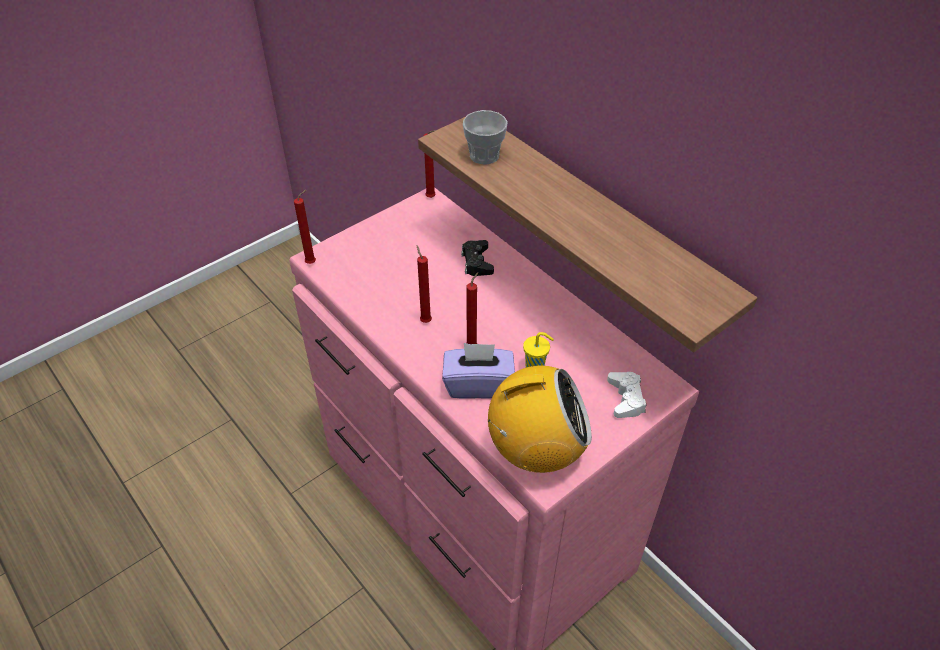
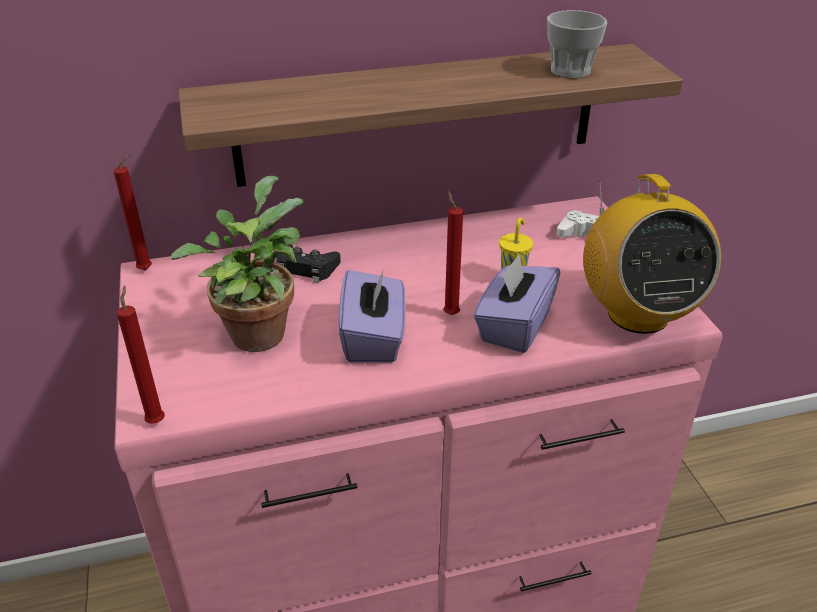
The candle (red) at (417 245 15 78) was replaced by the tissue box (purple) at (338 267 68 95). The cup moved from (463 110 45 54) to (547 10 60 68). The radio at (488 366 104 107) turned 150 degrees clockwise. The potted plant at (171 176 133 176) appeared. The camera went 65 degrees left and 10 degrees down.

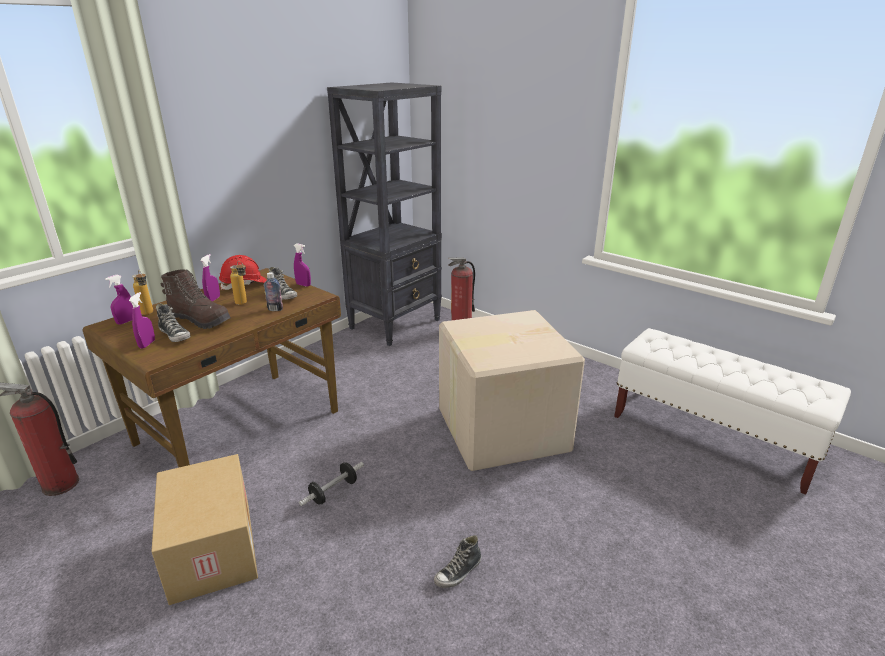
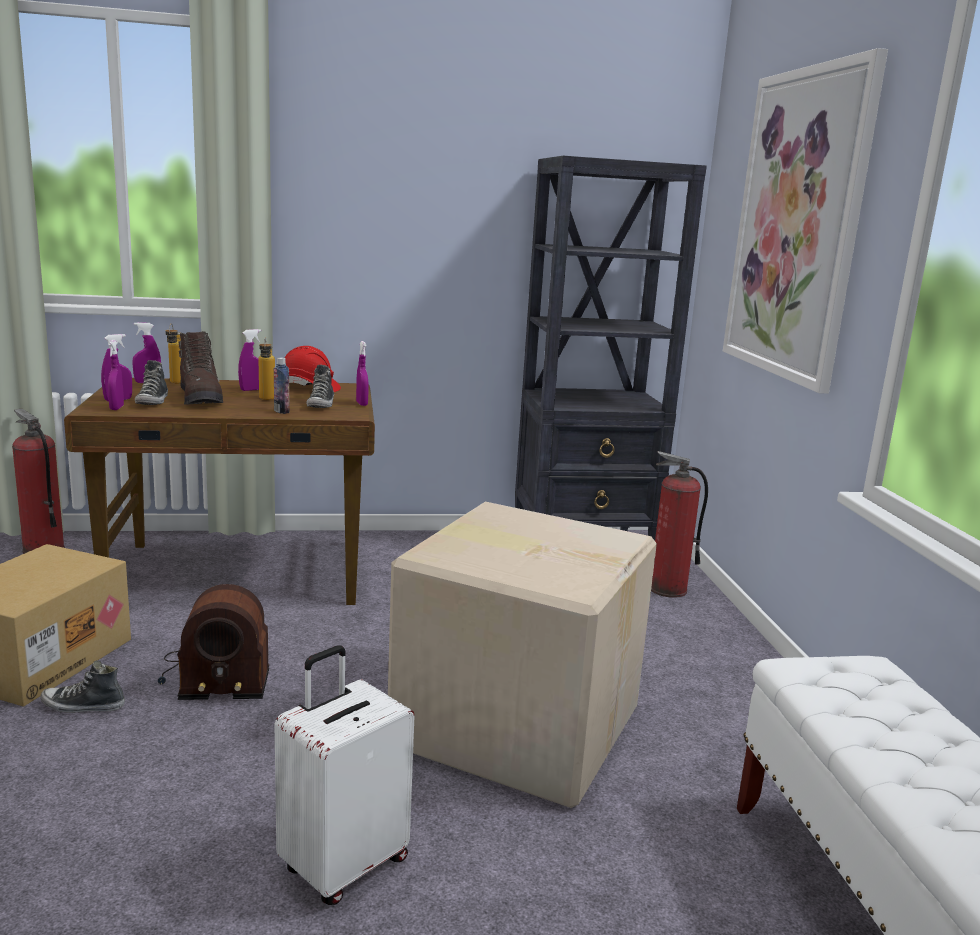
The dumbbell at (299 462 65 44) was replaced by the radio at (158 584 111 116). The shoe moved from (434 535 47 53) to (41 661 84 52). The spray bottle (purple) at (108 340 16 70) appeared. The suitcase (white) at (274 645 141 260) appeared. The picture at (723 48 165 346) appeared. The camera went 40 degrees right and 10 degrees down.

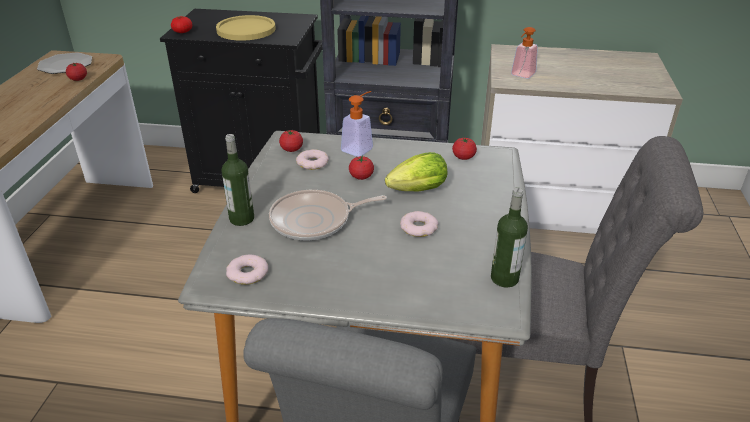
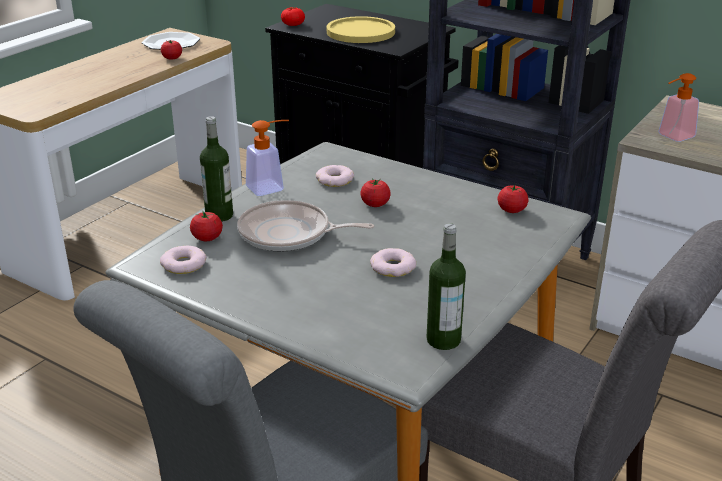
The tomato moved from (279 130 24 22) to (190 210 33 31). The soap dispenser moved from (341 91 32 66) to (246 120 43 76). The lettuce at (385 152 62 39) disappeared. The camera went 25 degrees right and 5 degrees down.

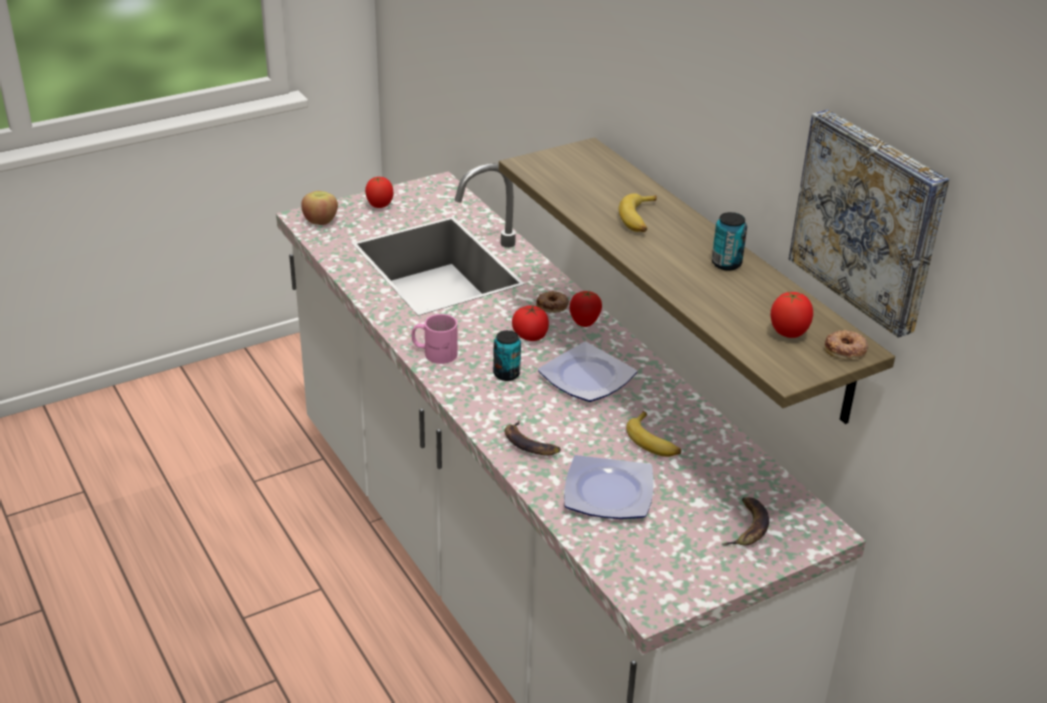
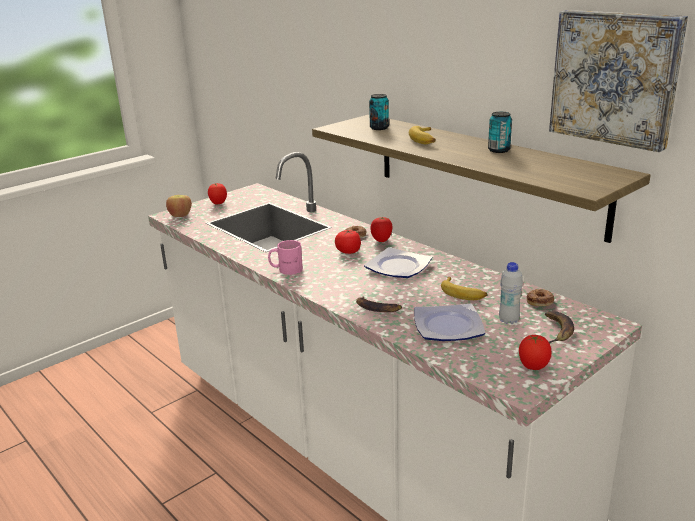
The can moved from (493 330 28 51) to (369 94 20 36). The tomato moved from (771 292 42 46) to (519 335 33 35). The donut moved from (824 330 44 30) to (527 289 27 17). The bottle (white) at (499 262 24 62) appeared. The camera went 10 degrees left and 10 degrees down.

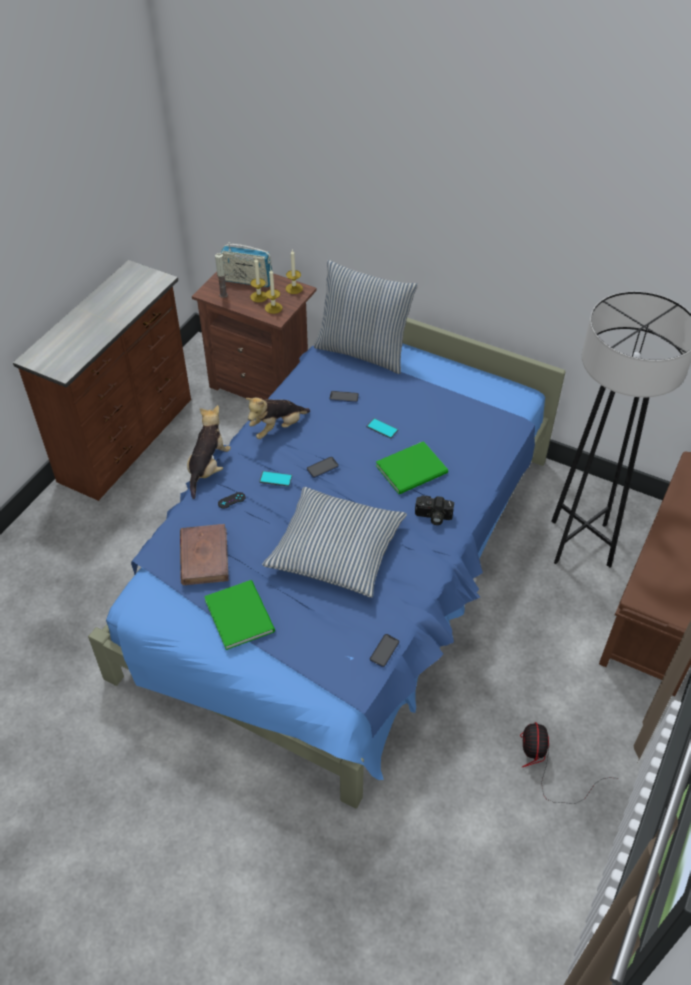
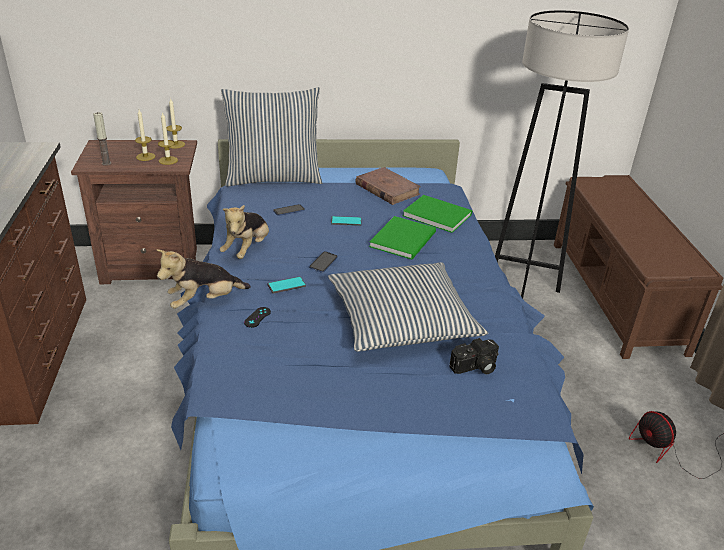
The book (brown) moved from (180 524 49 61) to (355 167 66 38). The plush toy at (187 405 44 94) turned 105 degrees counterclockwise. The book (green) moved from (204 580 71 70) to (403 195 69 38). The radio at (221 242 52 45) disappeared. The phone at (370 634 29 33) disappeared. The photo camera moved from (415 496 39 29) to (449 338 50 36). The camera went 35 degrees left and 15 degrees down.

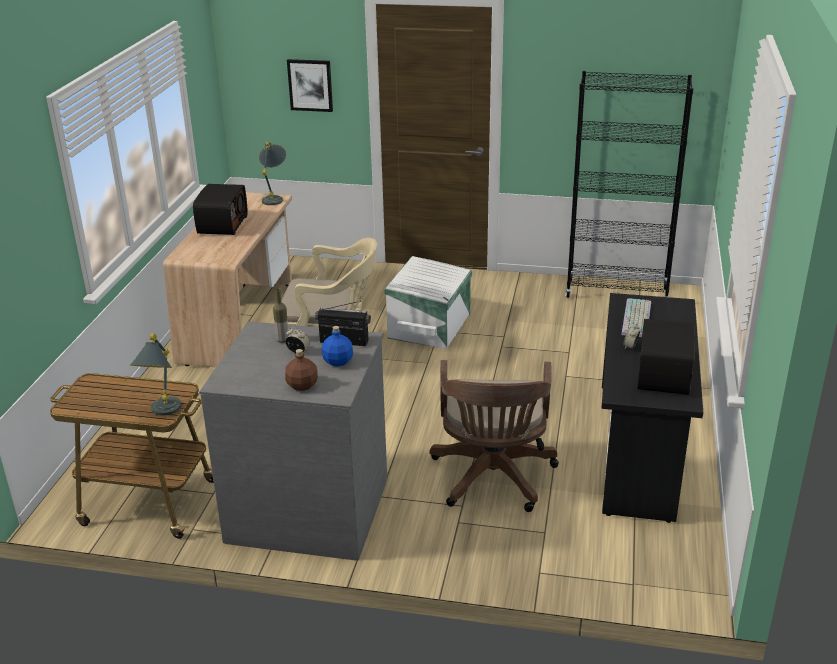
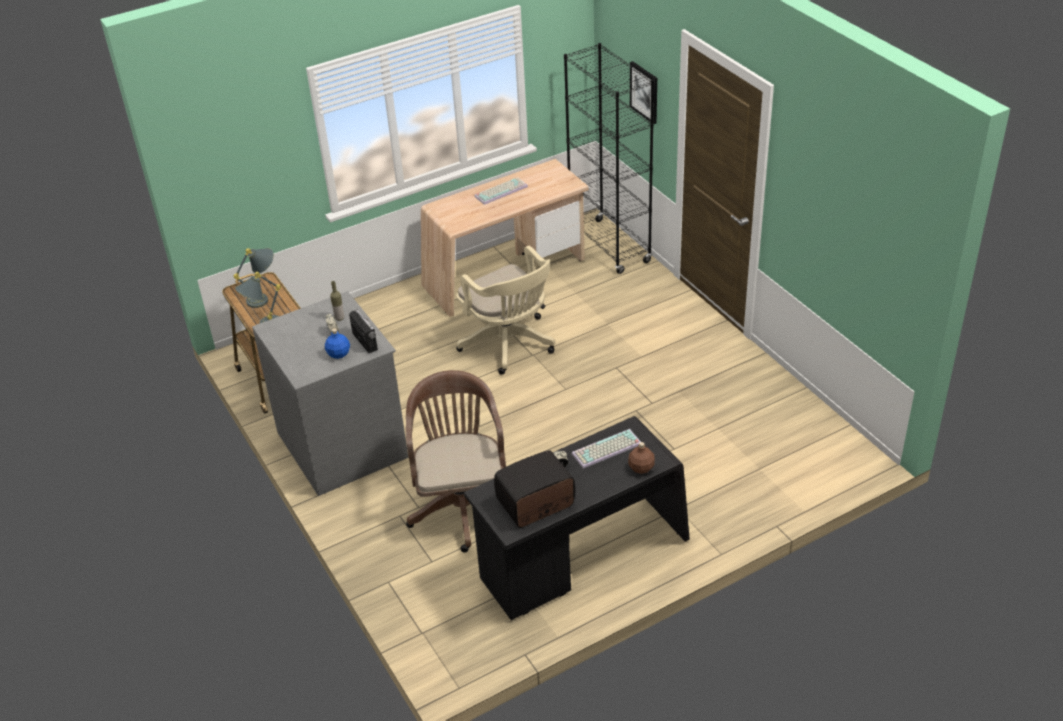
The radio at (193 184 55 51) was replaced by the keyboard at (474 177 54 28). The table lamp (grey) moved from (259 142 27 63) to (233 248 41 60). The bottle (brown) moved from (285 349 33 42) to (628 442 27 32). The storage box (white) at (384 256 88 93) disappeared. The office chair (brown) at (430 360 129 152) turned 120 degrees clockwise. The bookcase (black) moved from (565 71 128 227) to (564 43 90 231). The camera went 50 degrees right and 10 degrees up.

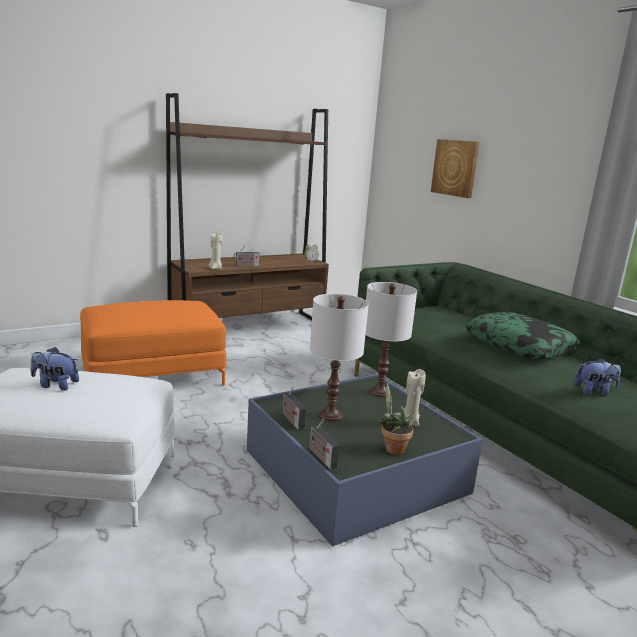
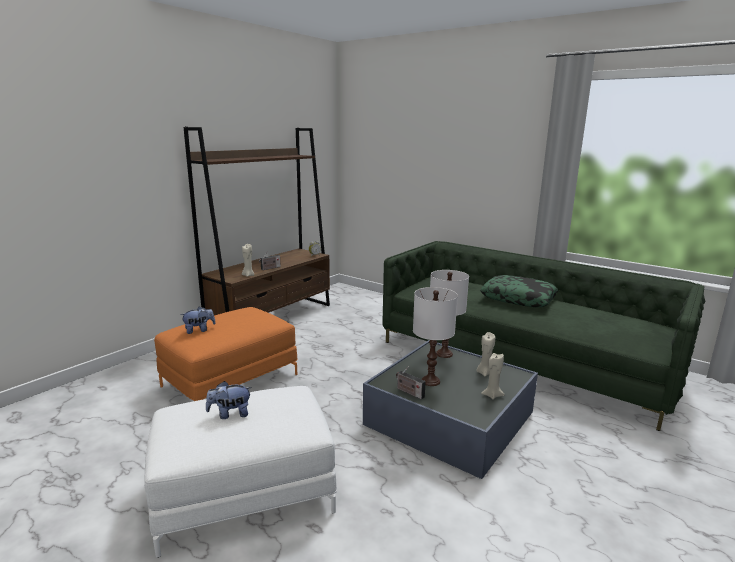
The radio at (310 419 30 51) disappeared. The potted plant at (377 383 38 72) was replaced by the candle (beige) at (481 353 24 47). The picture at (431 139 48 59) disappeared. The plush toy moved from (573 358 48 37) to (181 306 35 28). The camera went 20 degrees left and 0 degrees up.

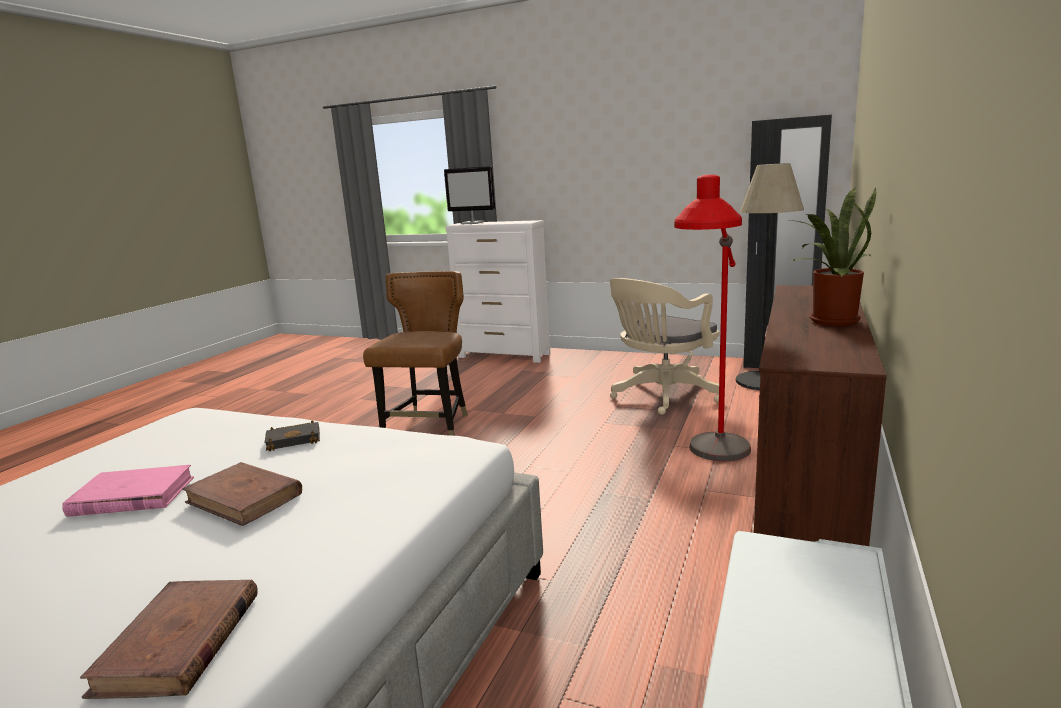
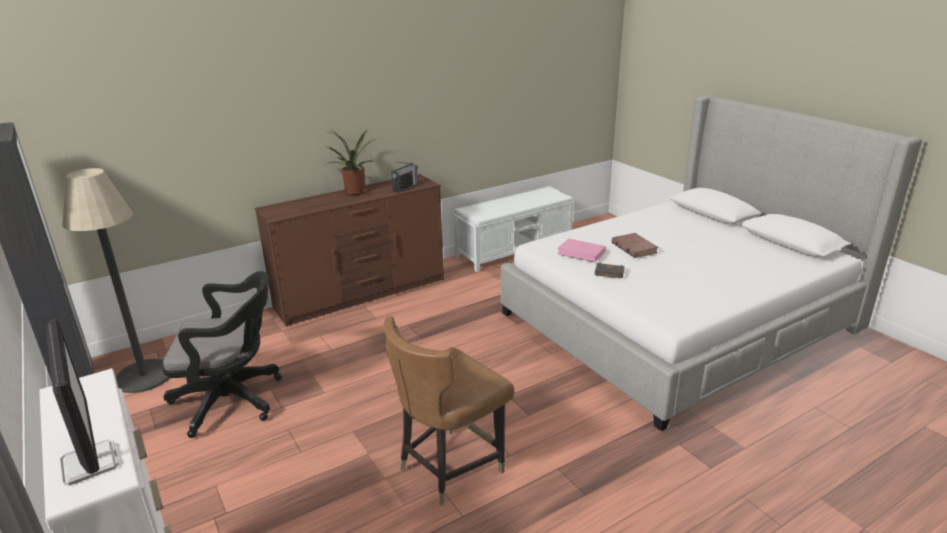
The book (pink) moved from (62 465 132 52) to (557 238 49 24). The book (brown) at (80 580 178 119) disappeared. The office chair (beige) at (610 278 109 137) became the office chair (black) at (163 271 119 167). The floor lamp (red) at (674 174 77 287) disappeared. The radio at (391 162 27 31) appeared. The camera went 145 degrees left and 10 degrees up.

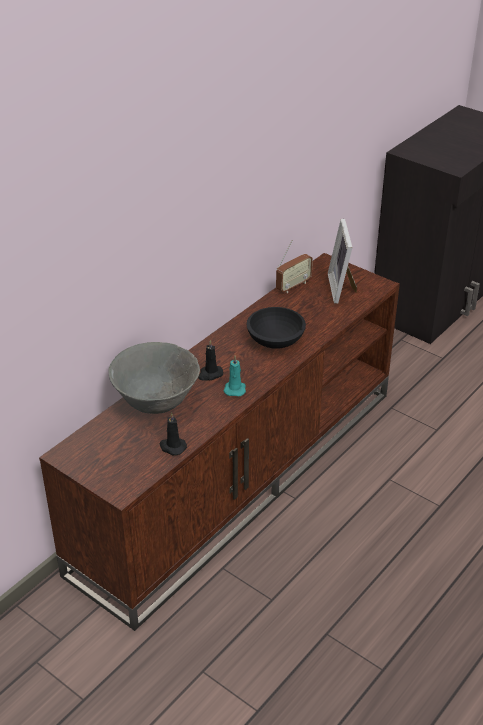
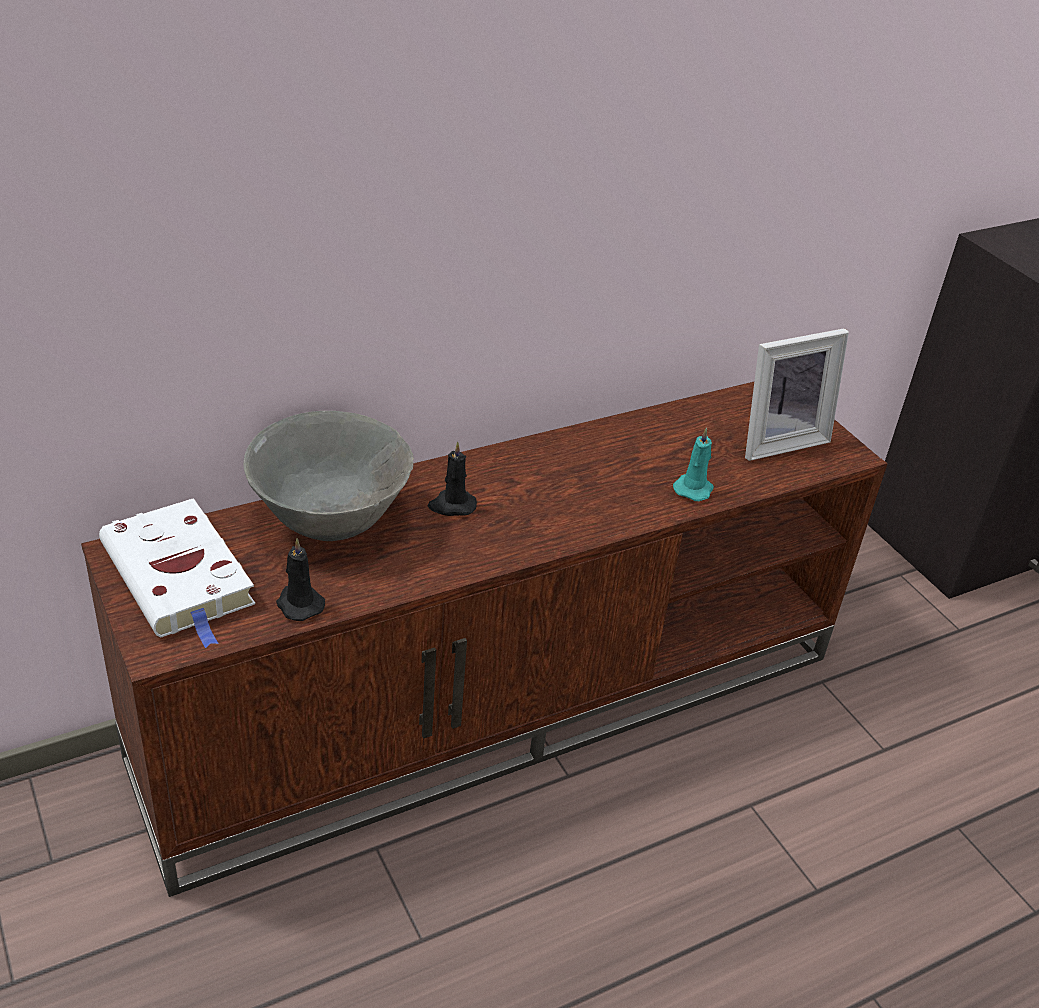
The candle (turquoise) moved from (224 356 22 40) to (673 427 41 74). The bowl (black) at (246 307 60 42) disappeared. The radio at (276 240 37 53) disappeared. The picture frame at (328 219 29 85) turned 135 degrees counterclockwise. The book (white) at (99 498 156 150) appeared. The camera went 20 degrees right and 0 degrees up.

